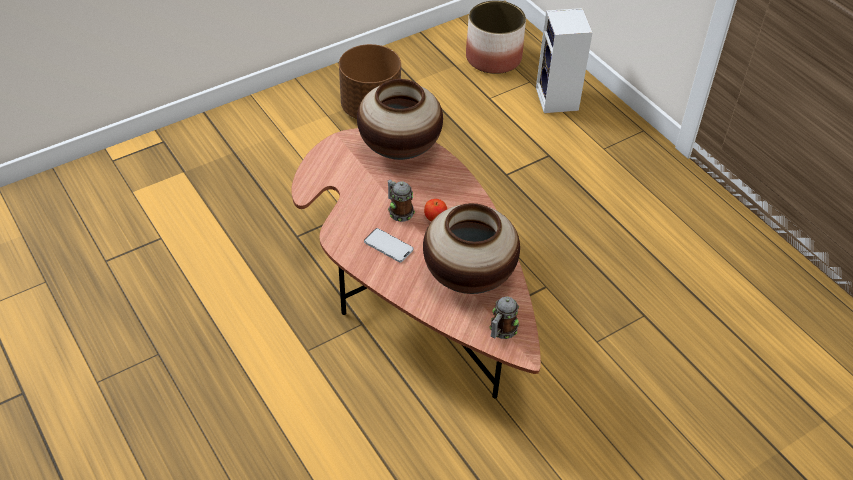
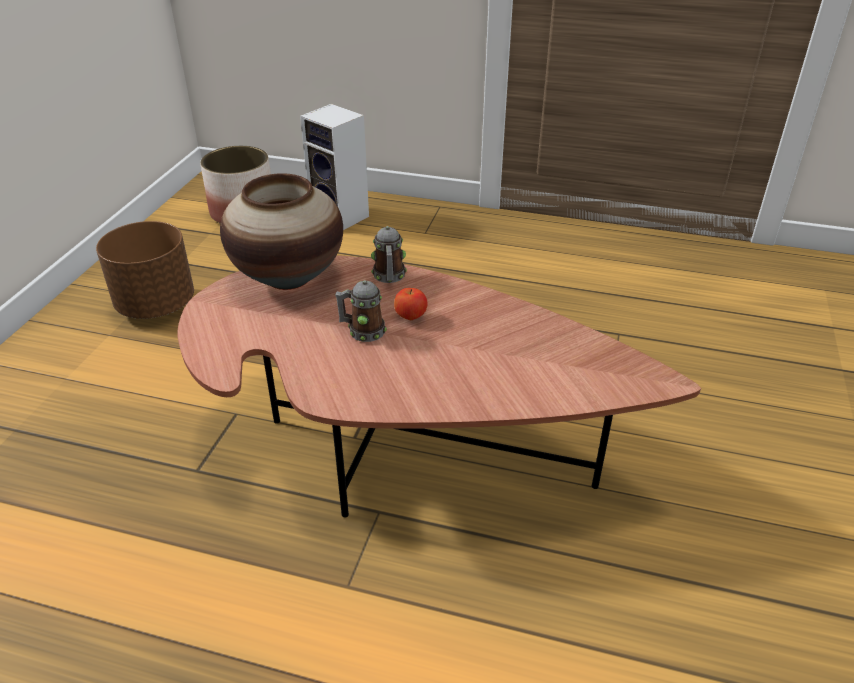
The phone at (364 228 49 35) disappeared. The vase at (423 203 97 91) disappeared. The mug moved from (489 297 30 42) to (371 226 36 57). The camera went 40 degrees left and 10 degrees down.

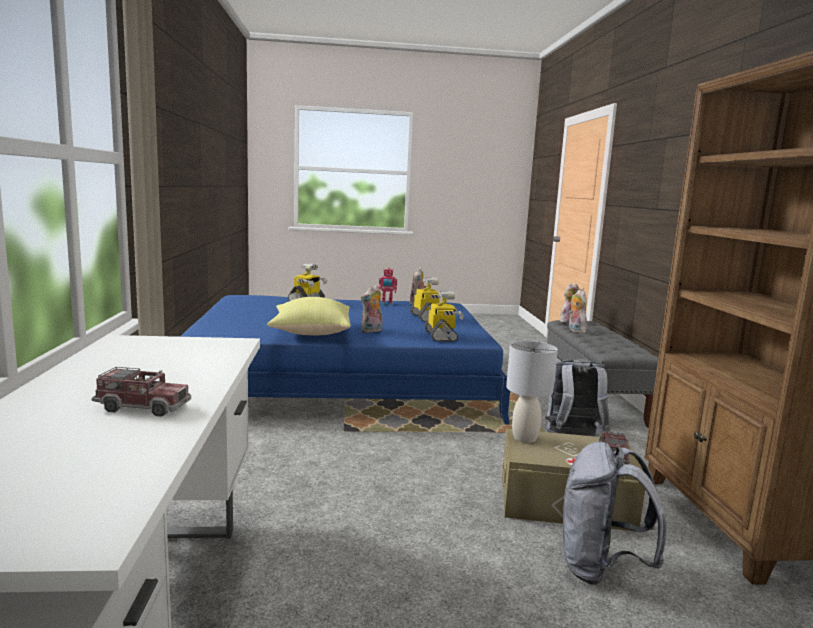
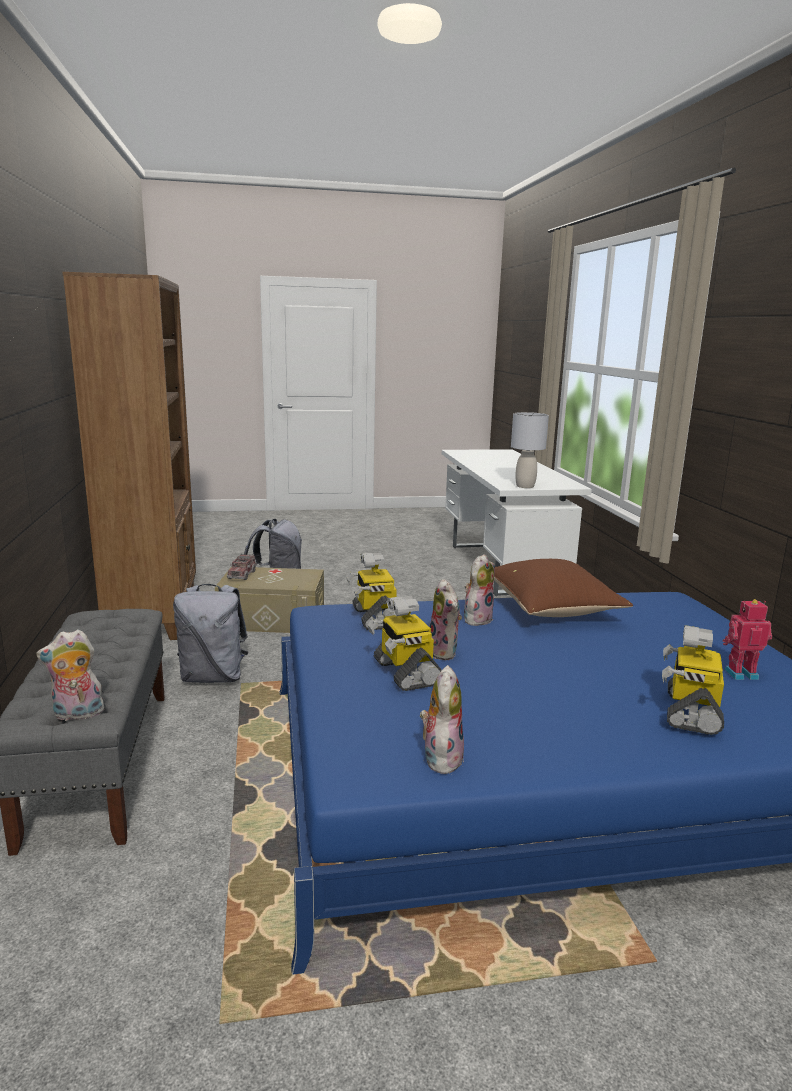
The toy truck at (91 367 100 50) disappeared. The pillow (yellow) at (267 297 84 38) became the pillow (brown) at (494 559 139 58). The toy robot moved from (379 268 18 38) to (722 599 50 81). The table lamp (grey) moved from (506 341 52 102) to (511 412 38 76). The plush toy moved from (569 290 18 43) to (429 579 33 81). The camera went 175 degrees right and 5 degrees up.

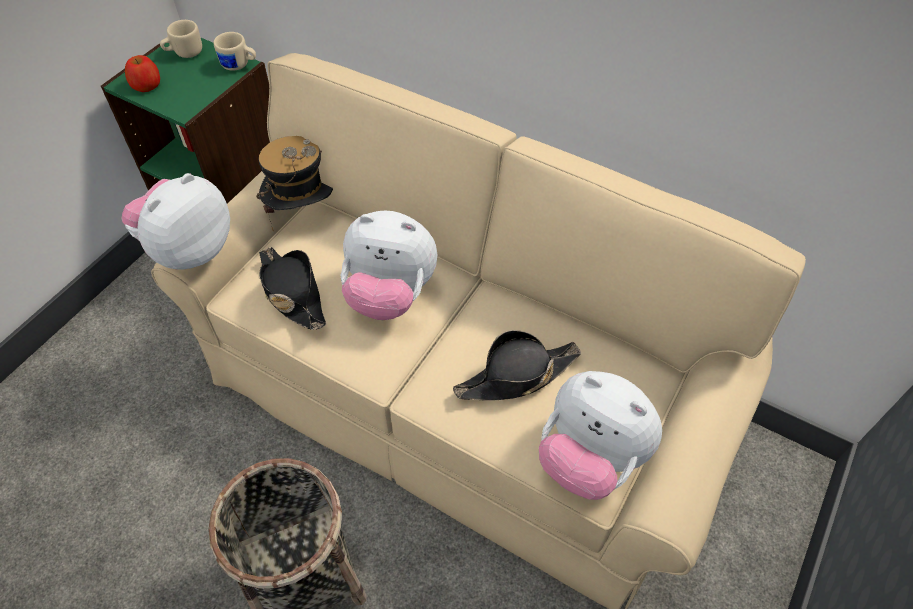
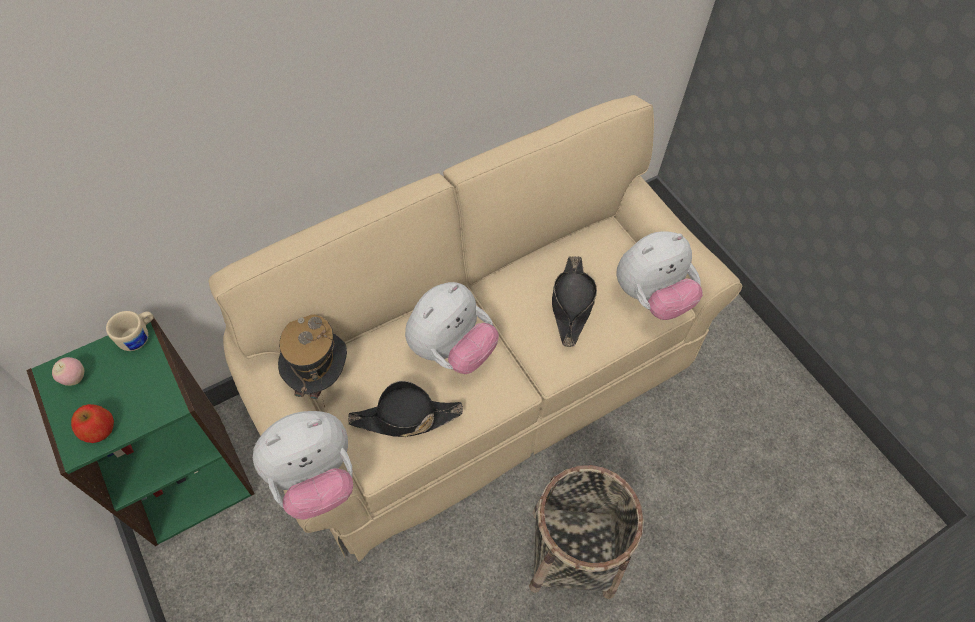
The plush toy at (122 173 108 97) turned 90 degrees counterclockwise. The mug (beige) at (160 20 42 38) was replaced by the apple at (52 357 32 29). The camera went 65 degrees left and 5 degrees up.

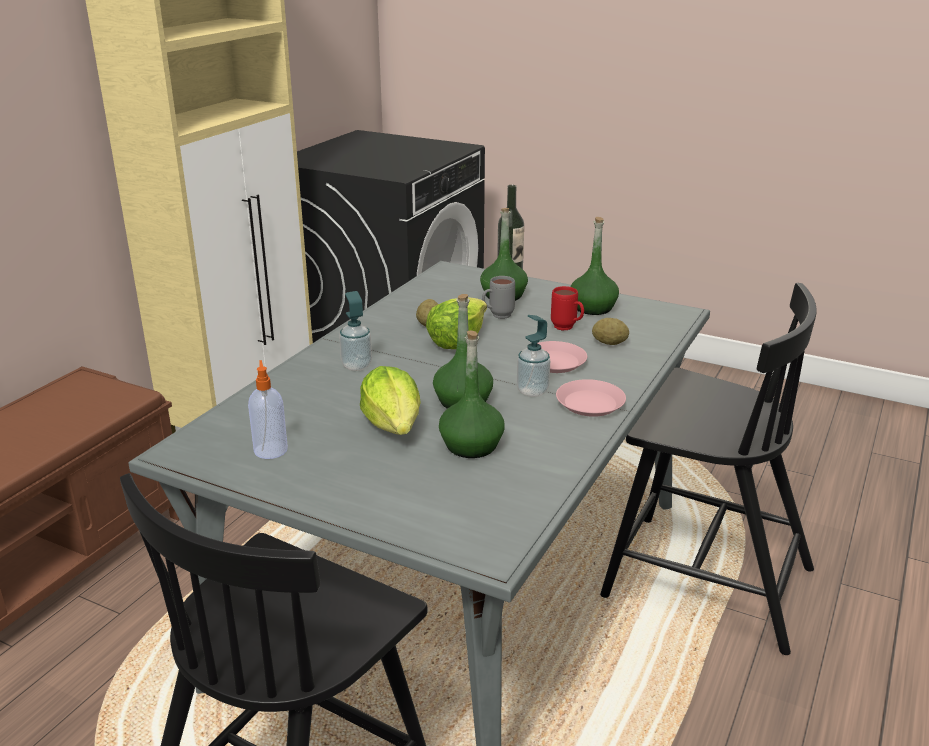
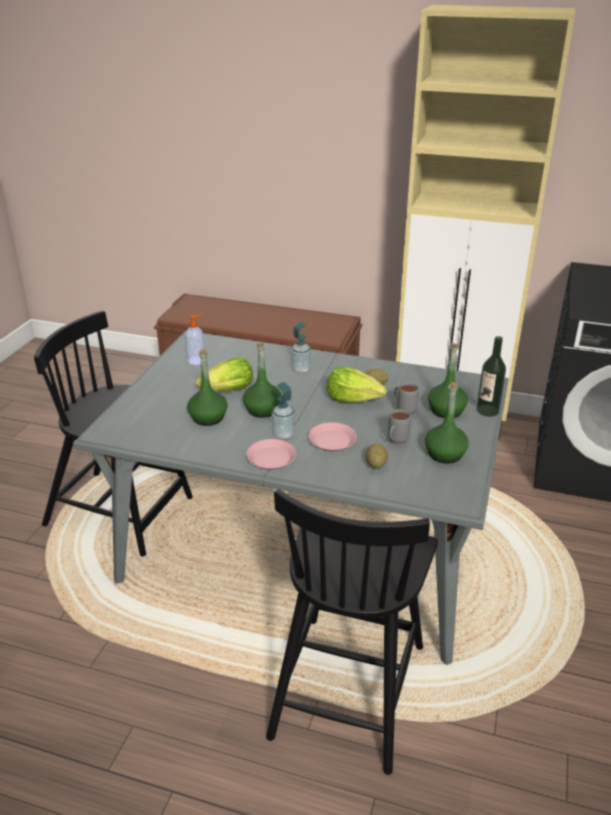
The mug (red) at (551 286 33 44) became the mug (grey) at (388 409 23 37). The camera went 80 degrees right and 5 degrees up.

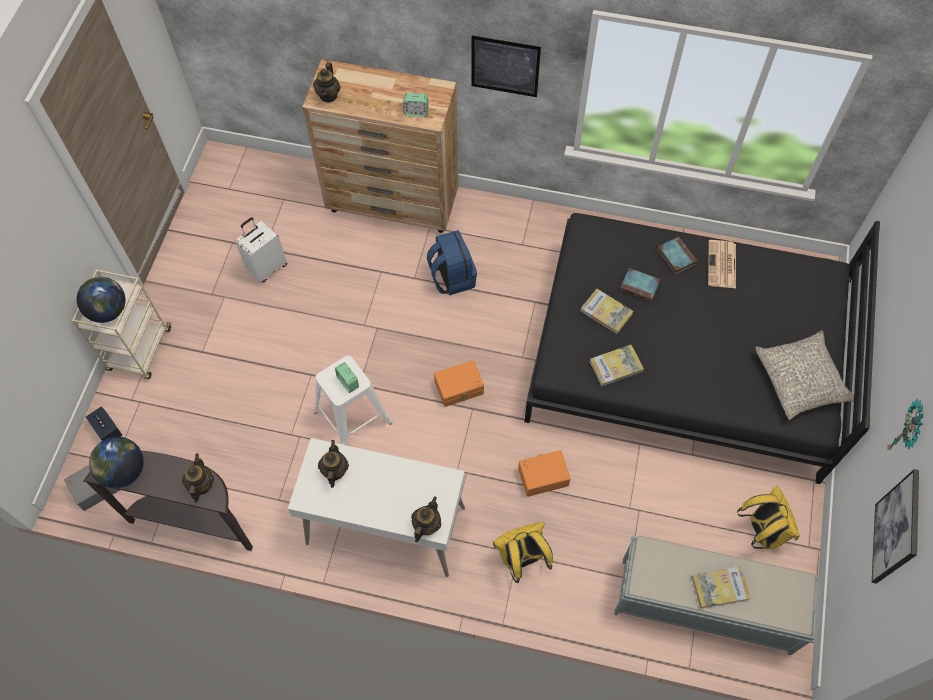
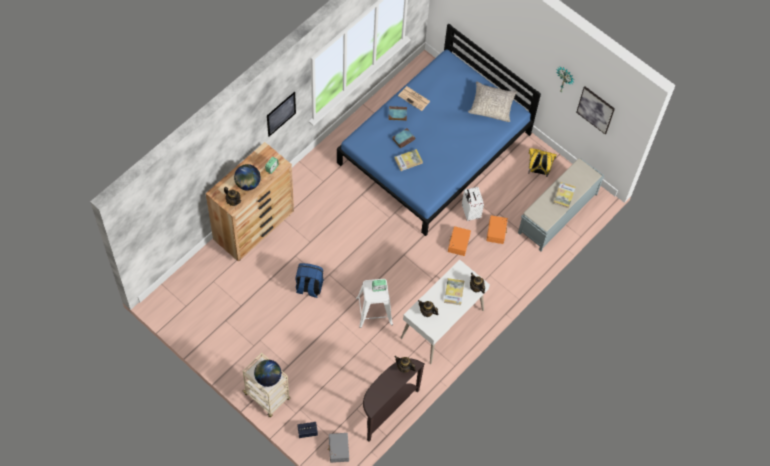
The globe moved from (89 437 55 51) to (234 164 27 26). The suitcase (white) moved from (235 217 52 66) to (462 187 22 34). The backpack (blue) moved from (427 230 50 65) to (295 263 29 35). The storage box (orange) moved from (434 360 50 47) to (486 215 22 29). The backpack (yellow) at (493 522 60 61) disappeared. The bed (black) at (524 213 356 271) became the bed (blue) at (337 23 204 213). The book moved from (589 345 55 41) to (444 278 20 27). The camera went 65 degrees left and 0 degrees up.

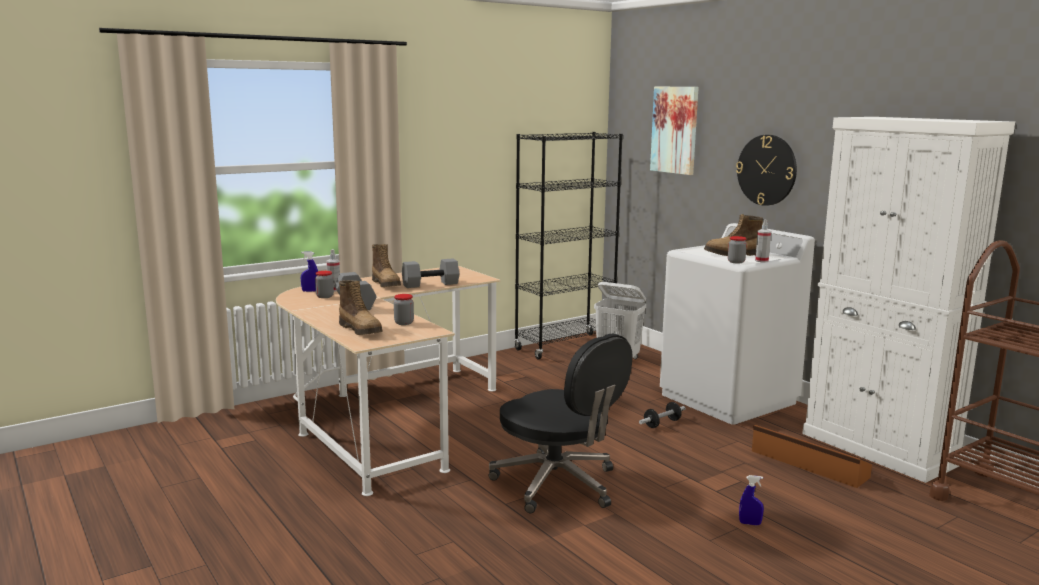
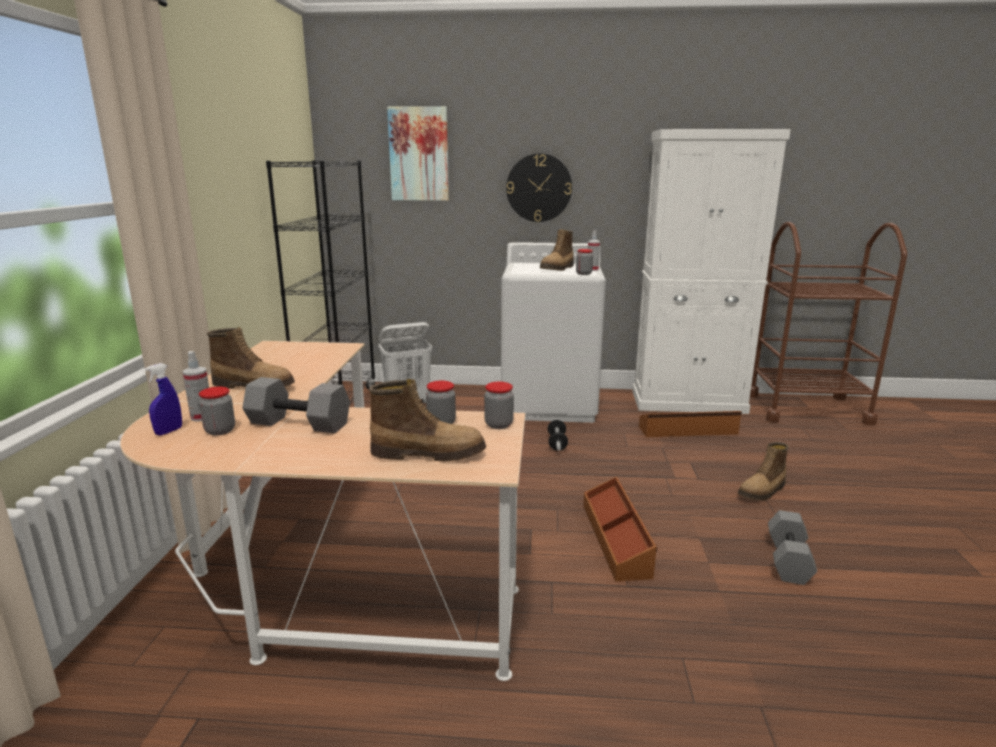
The dumbbell (grey) moved from (402 259 57 29) to (768 510 49 75). The office chair (black) at (489 333 144 180) was replaced by the storage box (brown) at (583 477 74 104). The spray bottle (blue) at (739 475 25 50) was replaced by the boot at (738 442 51 58). The jar at (484 382 30 47) appeared. The camera went 50 degrees left and 5 degrees up.

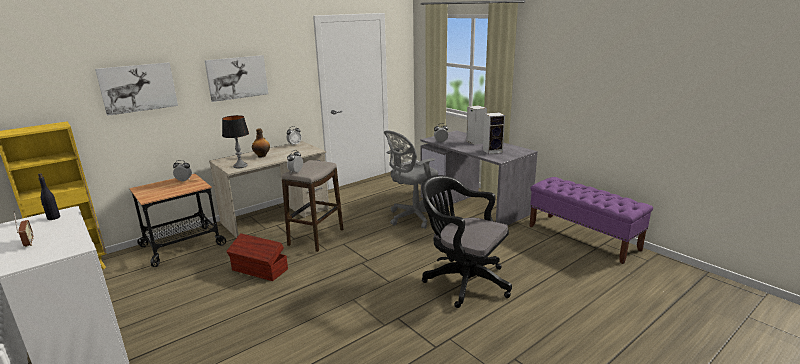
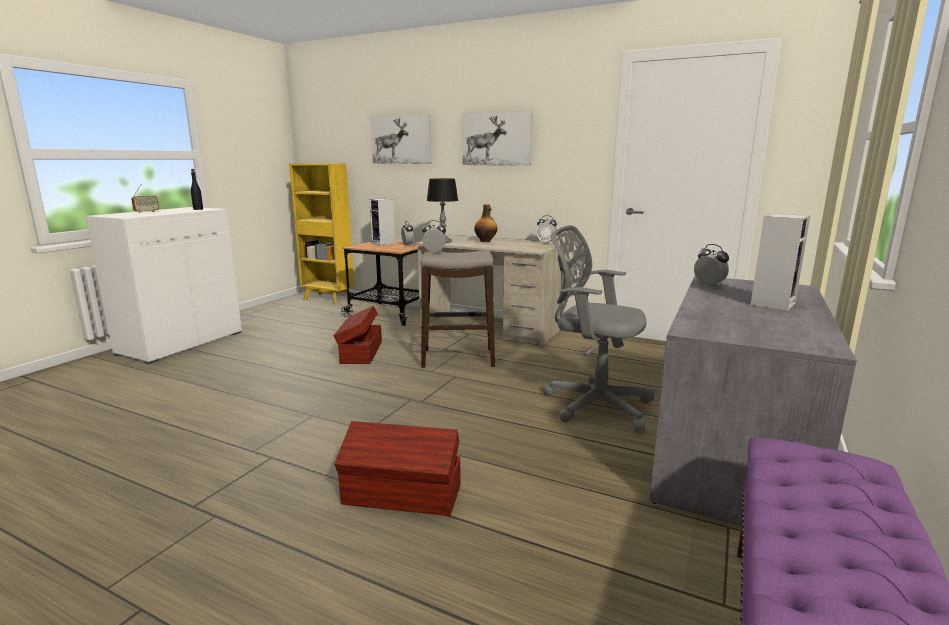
The office chair (black) at (422 175 90 133) was replaced by the storage box (brown) at (334 421 127 95). The speaker moved from (483 112 22 42) to (369 198 26 48). The camera went 65 degrees right and 5 degrees down.

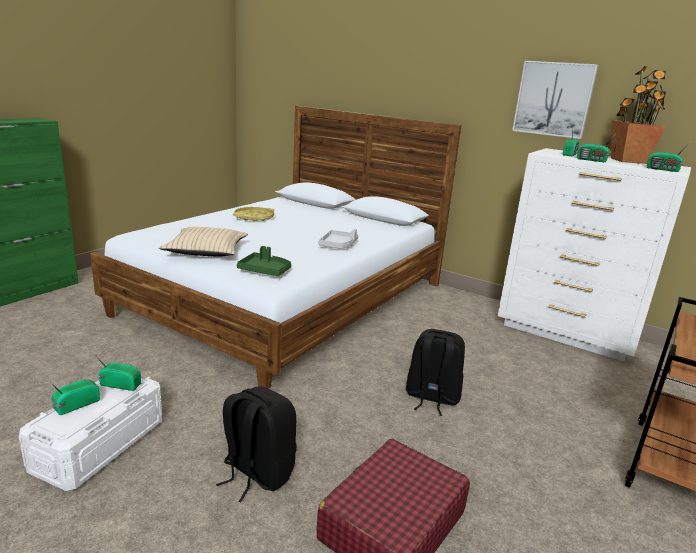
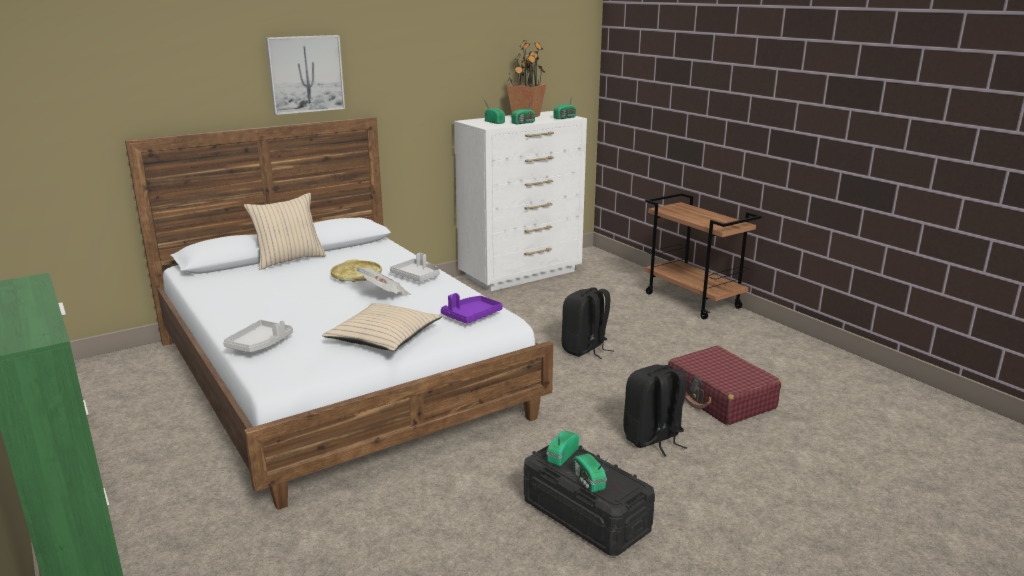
The storage box (white) at (19 376 143 115) became the storage box (black) at (524 442 131 114). The tray (yellow) moved from (233 207 42 15) to (331 259 51 23). The tray (green) at (237 246 54 30) became the tray (purple) at (441 293 62 31). The picture moved from (512 61 86 78) to (266 35 79 80). The tray (grey) at (223 320 70 32) appeared. The pillow (beige) at (244 193 82 77) appeared. The newspaper at (354 267 58 28) appeared. The camera went 65 degrees left and 0 degrees up.

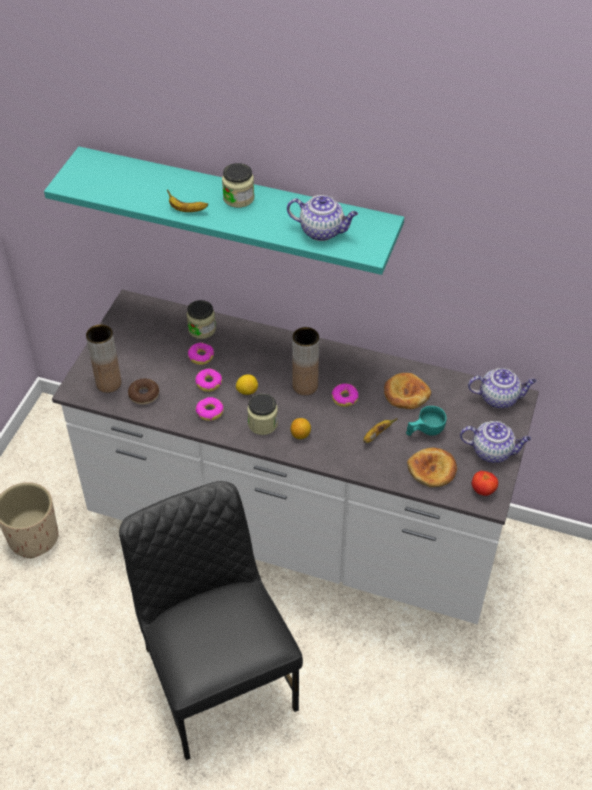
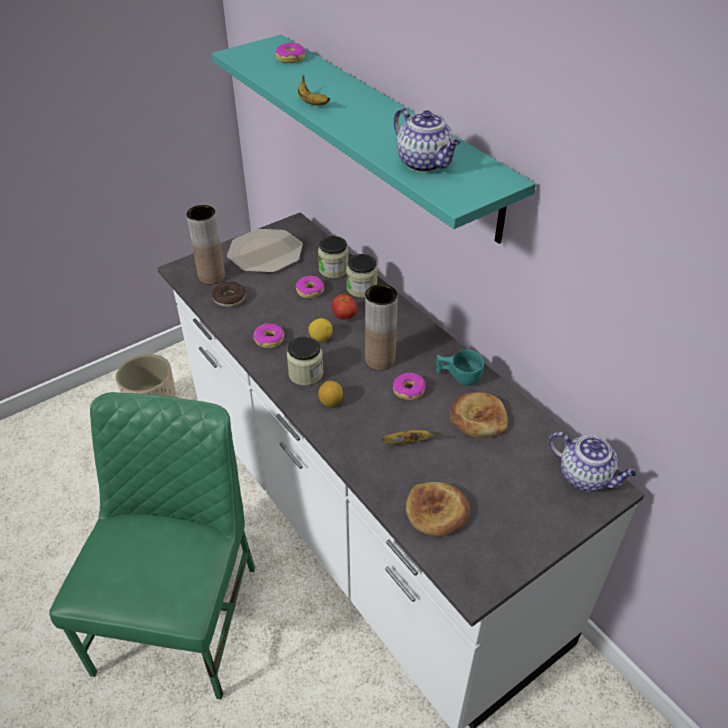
The chair (black) at (119 481 184 279) became the chair (green) at (49 392 206 308). The donut moved from (195 369 27 23) to (275 43 30 20). The jar moved from (222 163 32 45) to (346 254 32 44). The cup (turquoise) moved from (406 406 41 30) to (436 349 48 37). The teapot at (460 421 71 42) disappeared. The tomato moved from (472 471 26 25) to (332 294 26 26). The plate at (227 229 76 44) appeared. The camera went 35 degrees right and 5 degrees down.

